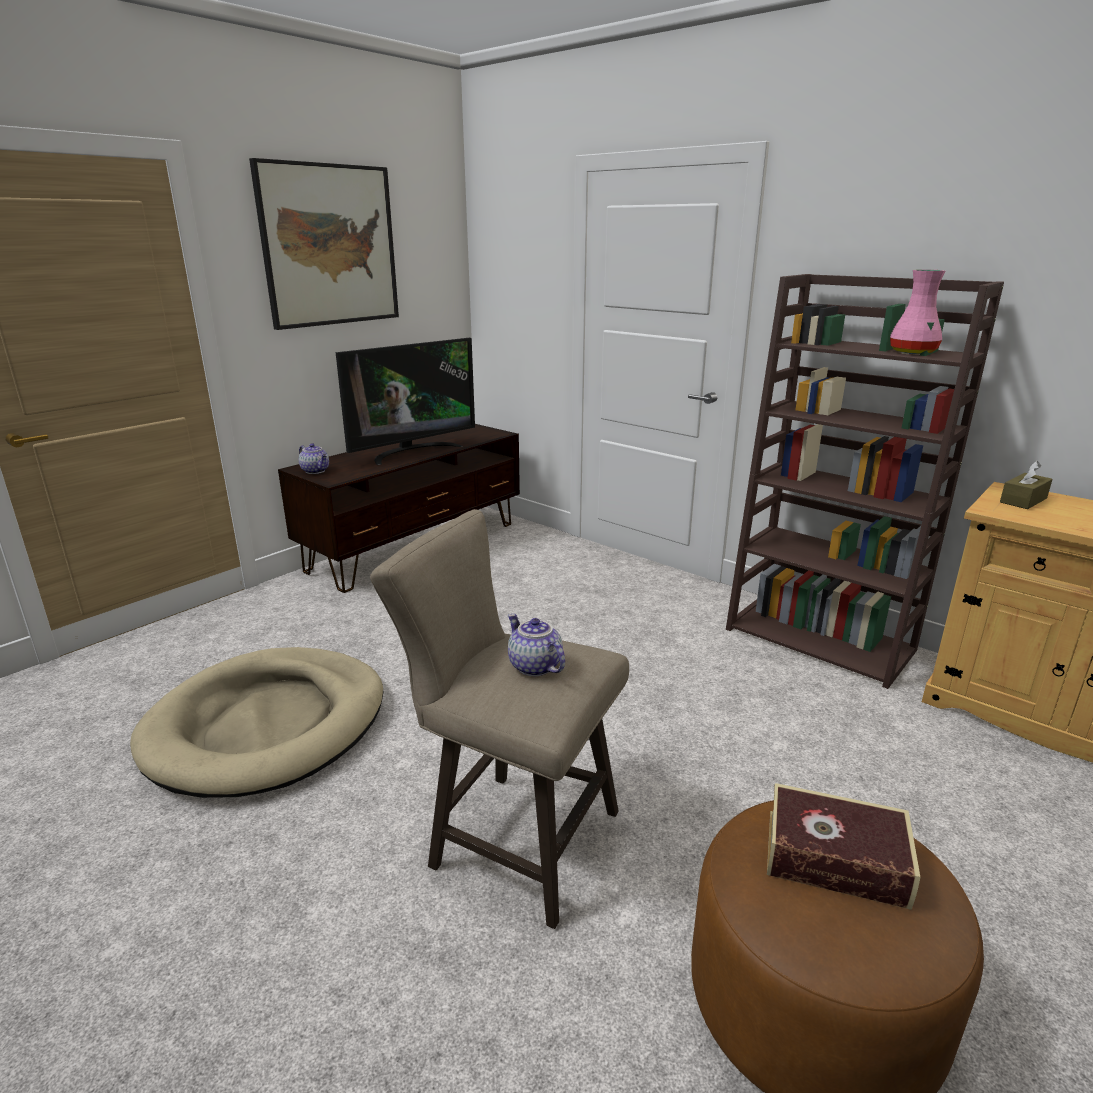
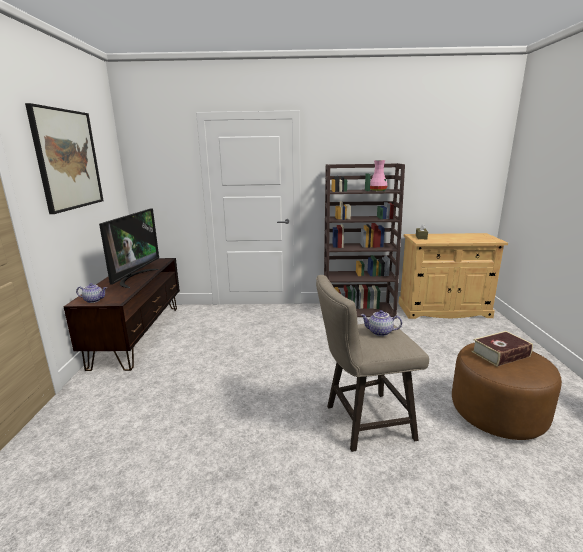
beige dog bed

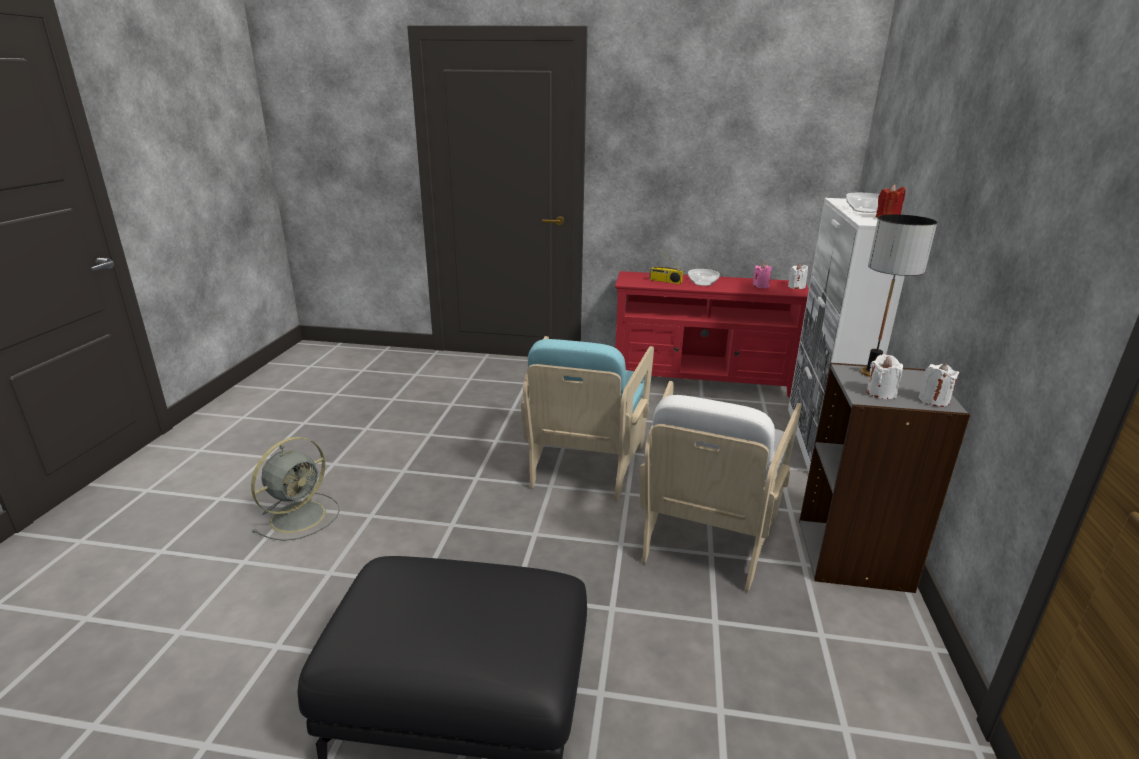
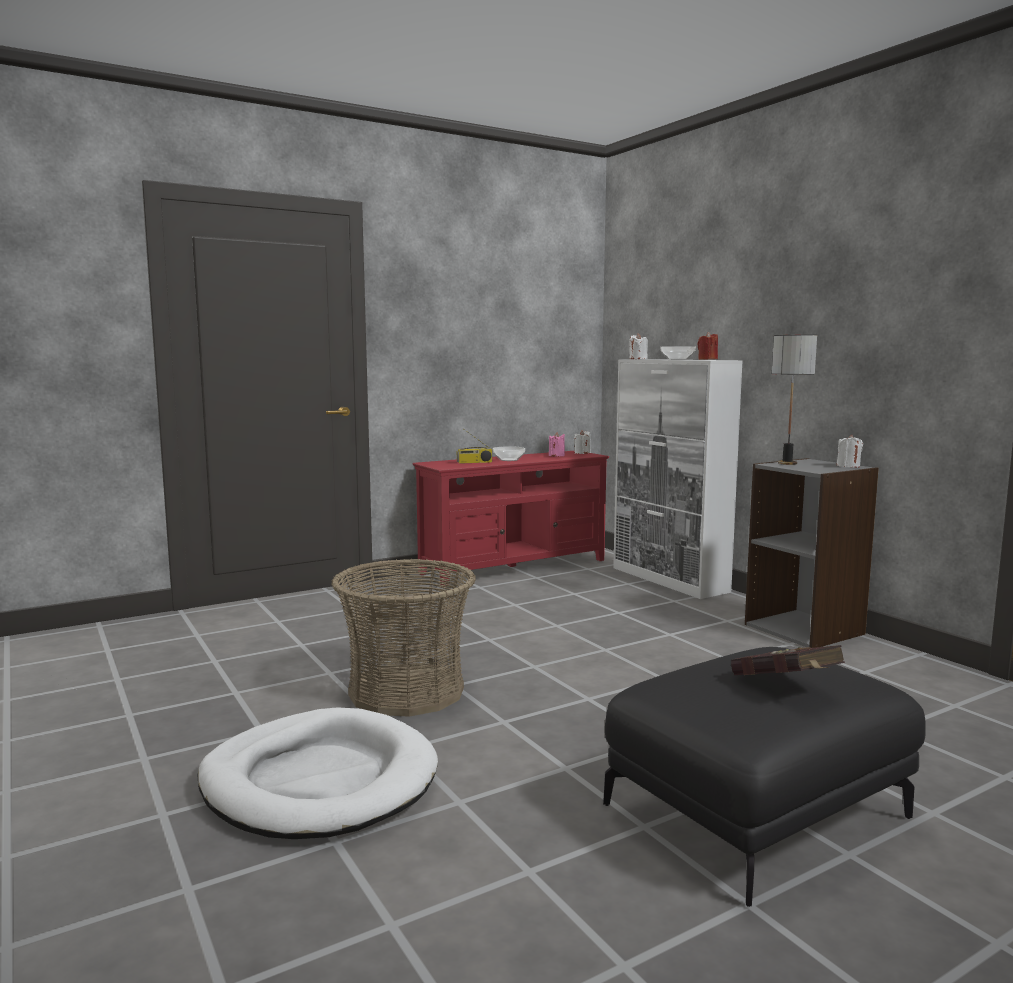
turquoise armchair; white armchair; basket; red book; white candle (2nd from left); white dog bed

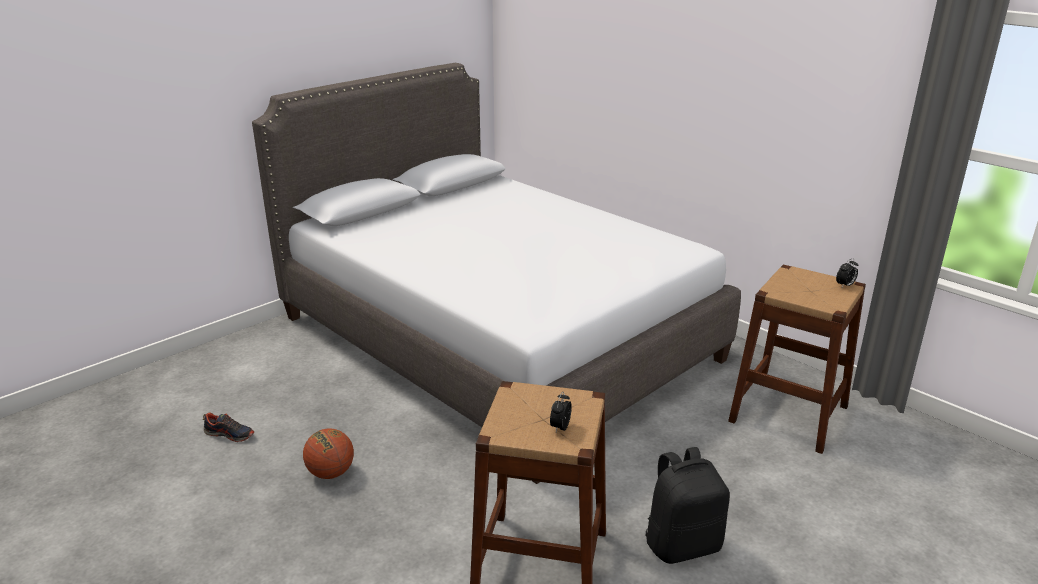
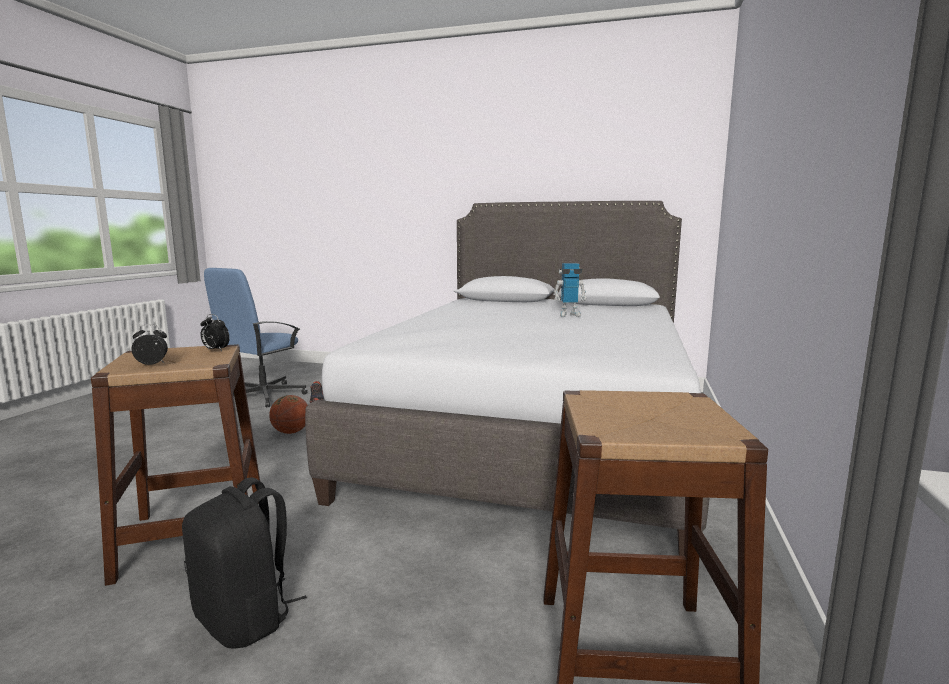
blue office chair; toy robot; alarm clock (2nd from left)

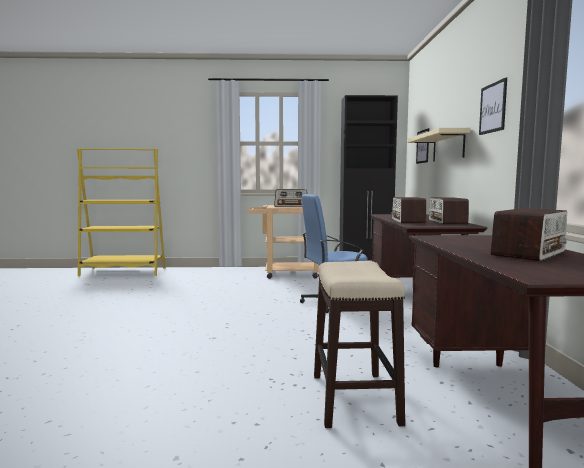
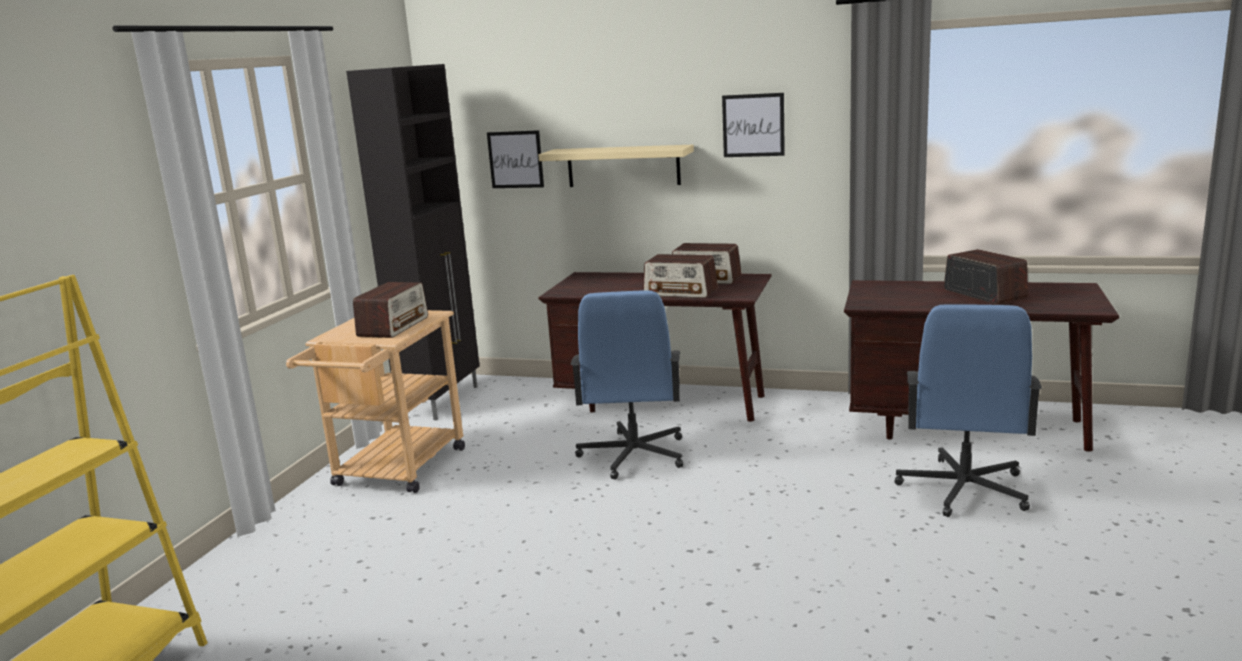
blue office chair (2nd from left)

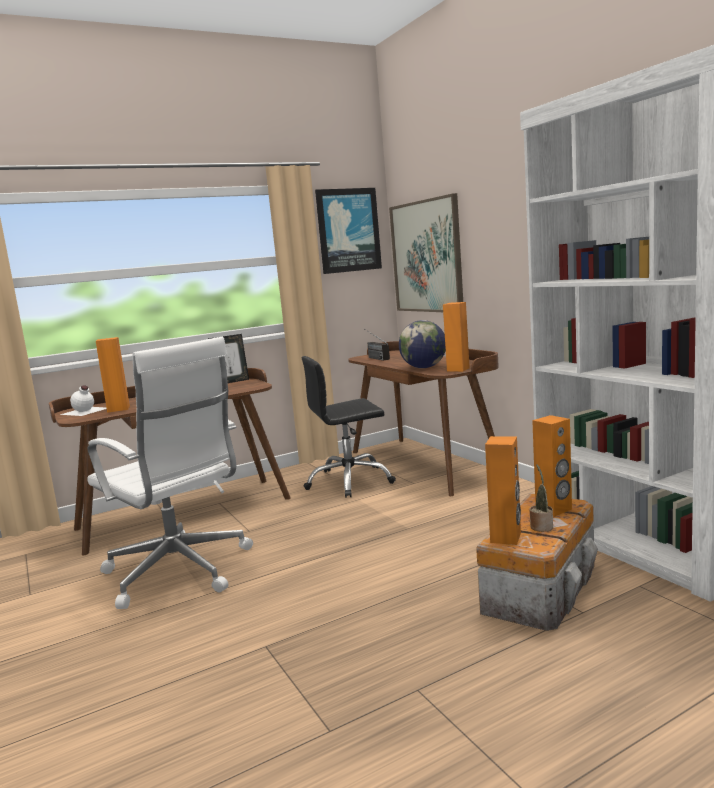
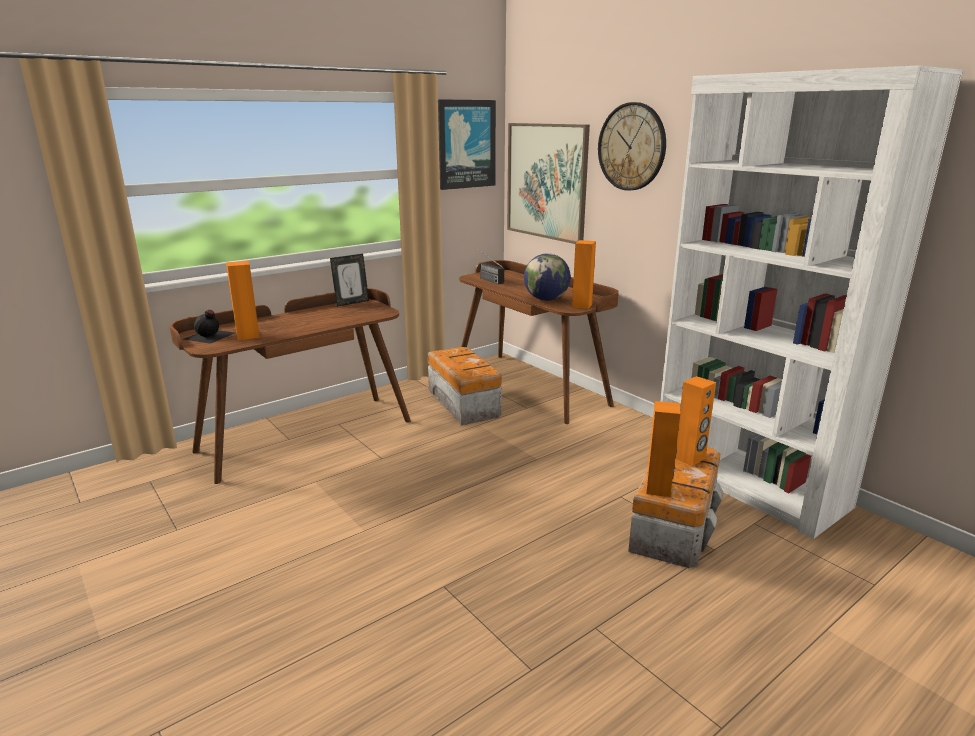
white office chair; potted plant; wall clock; storage box (1st from left); black bottle

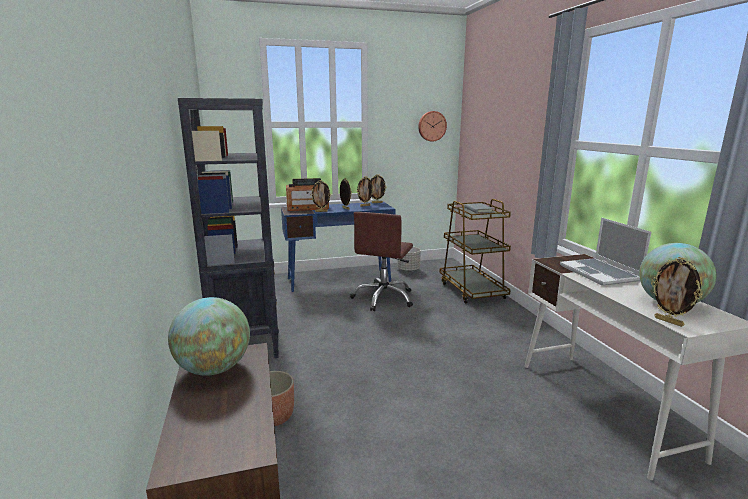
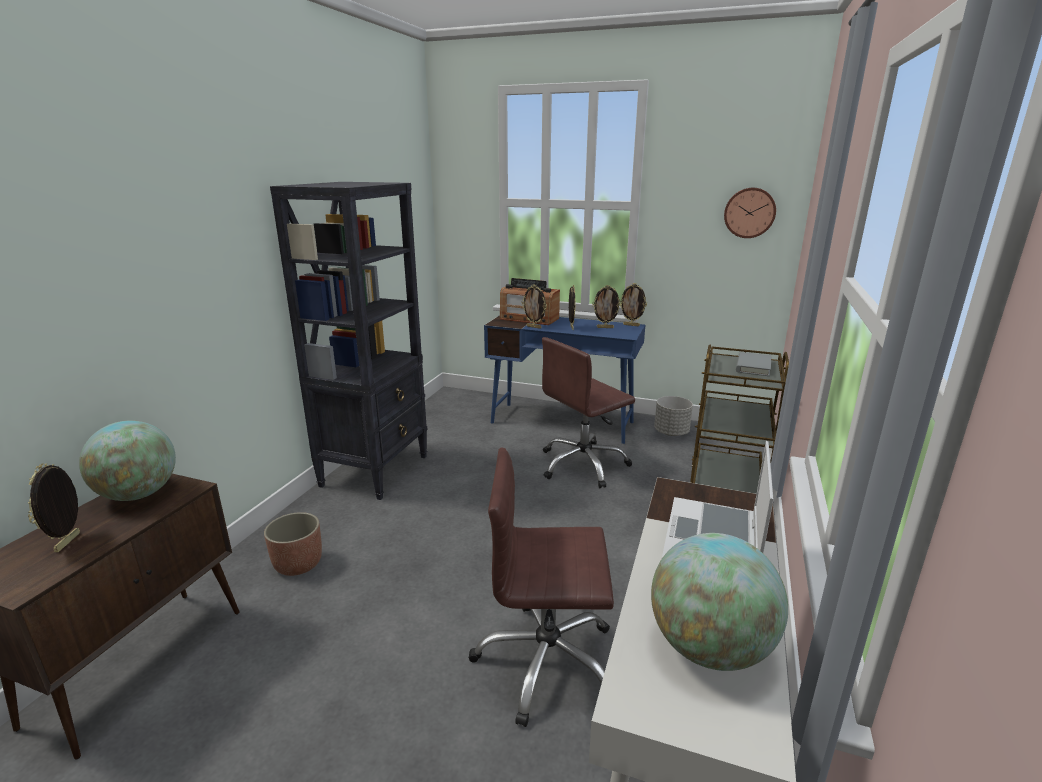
brown office chair (1st from left); picture frame (1st from left)

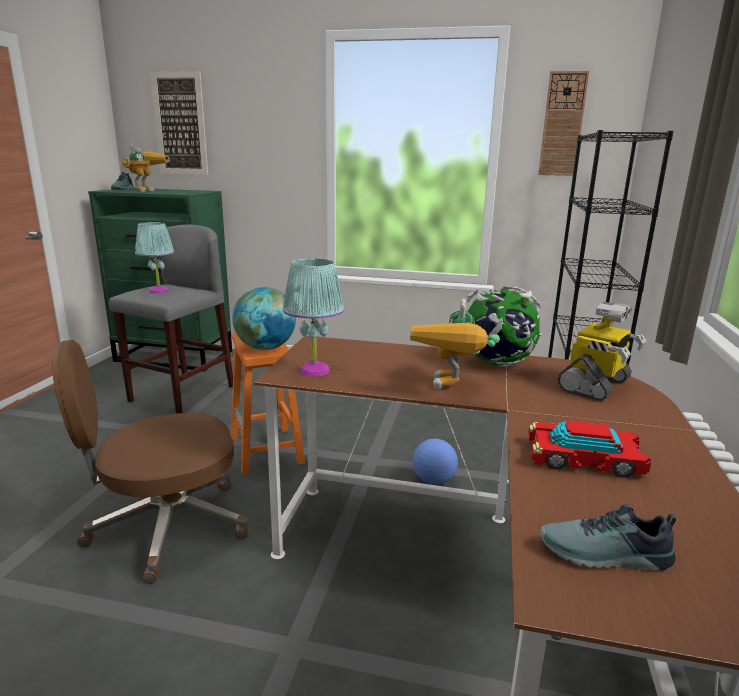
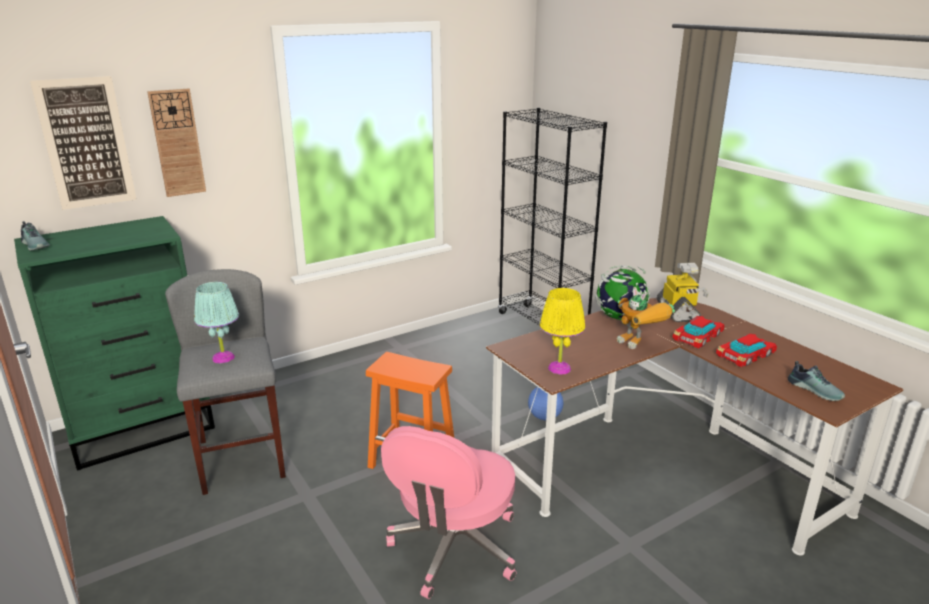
toy robot (1st from left in the first image); globe (1st from left in the first image); toy car (1st from left); wall clock; pink office chair; yellow table lamp; shoe (2nd from left)

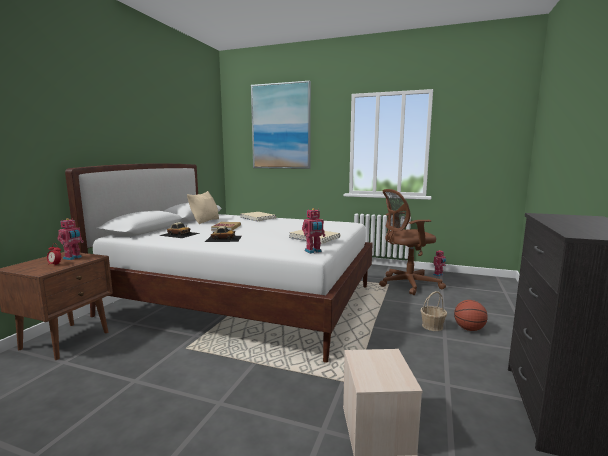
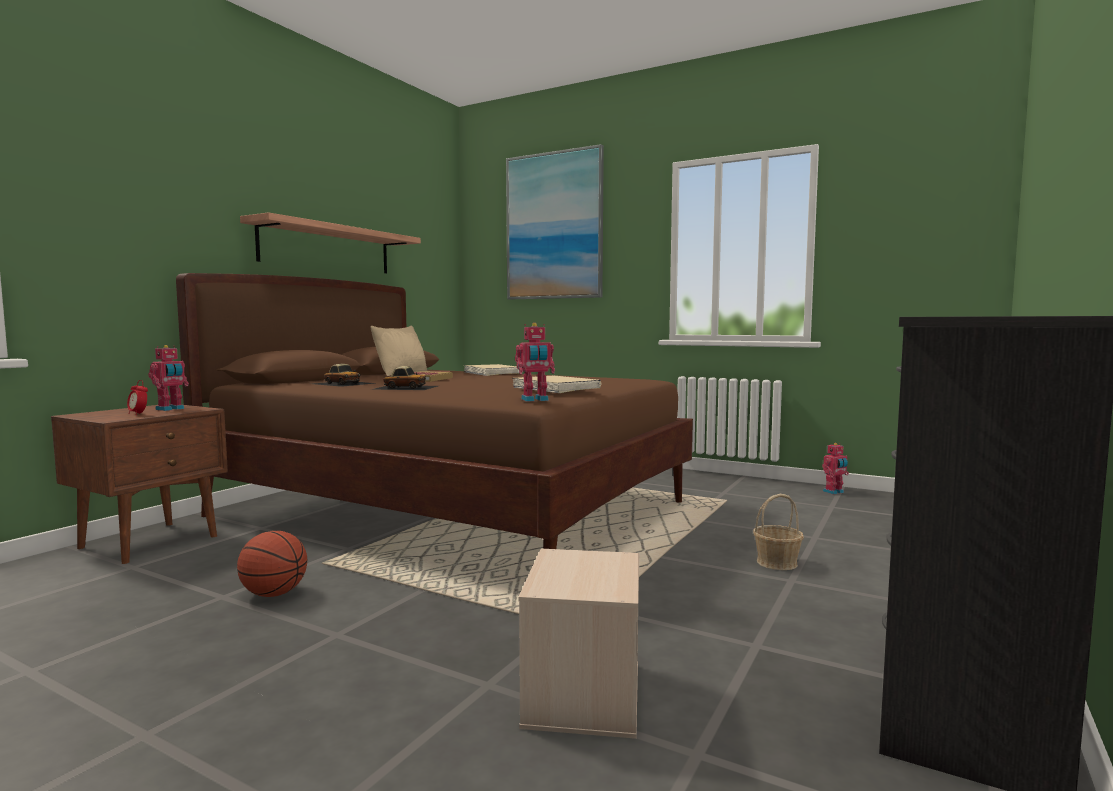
brown office chair; shelf; basketball; brown bed

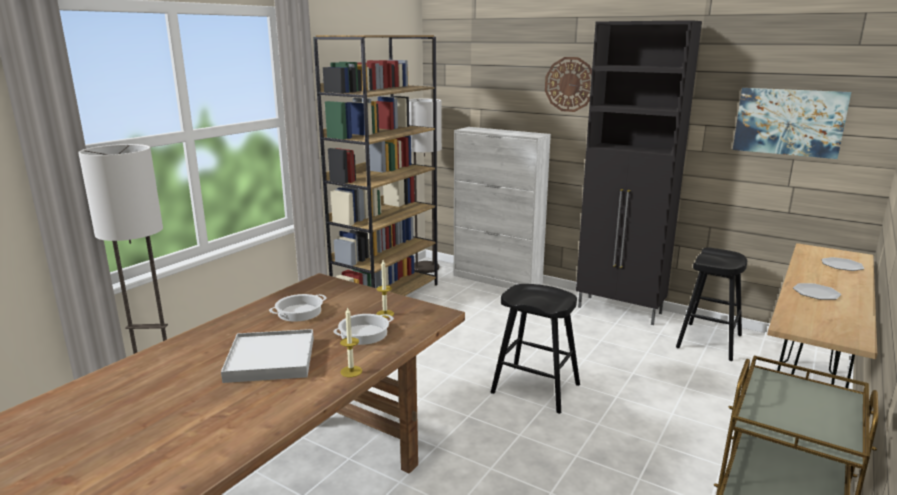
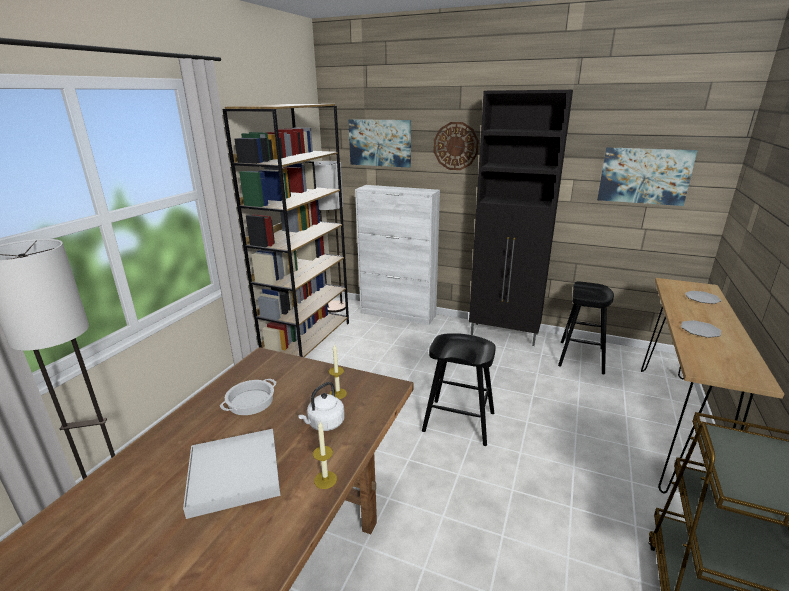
picture (1st from left); white kettle

